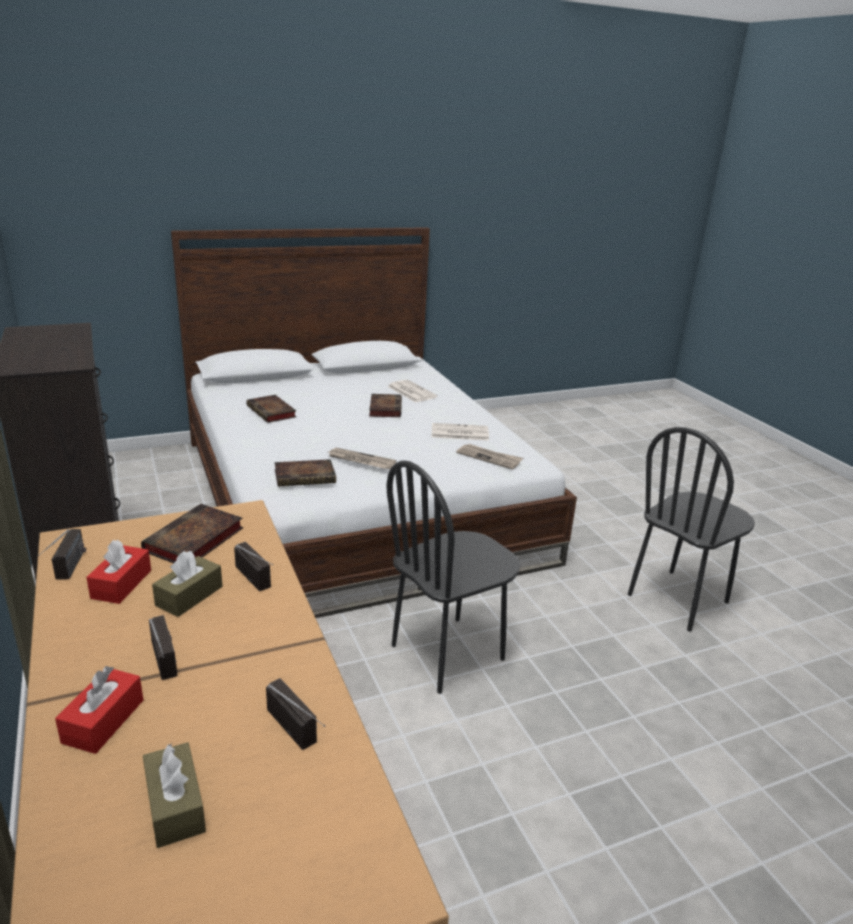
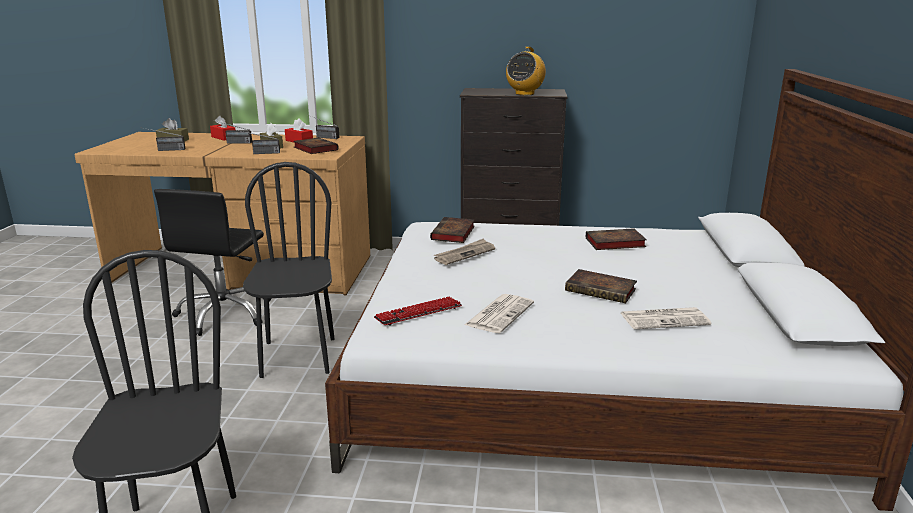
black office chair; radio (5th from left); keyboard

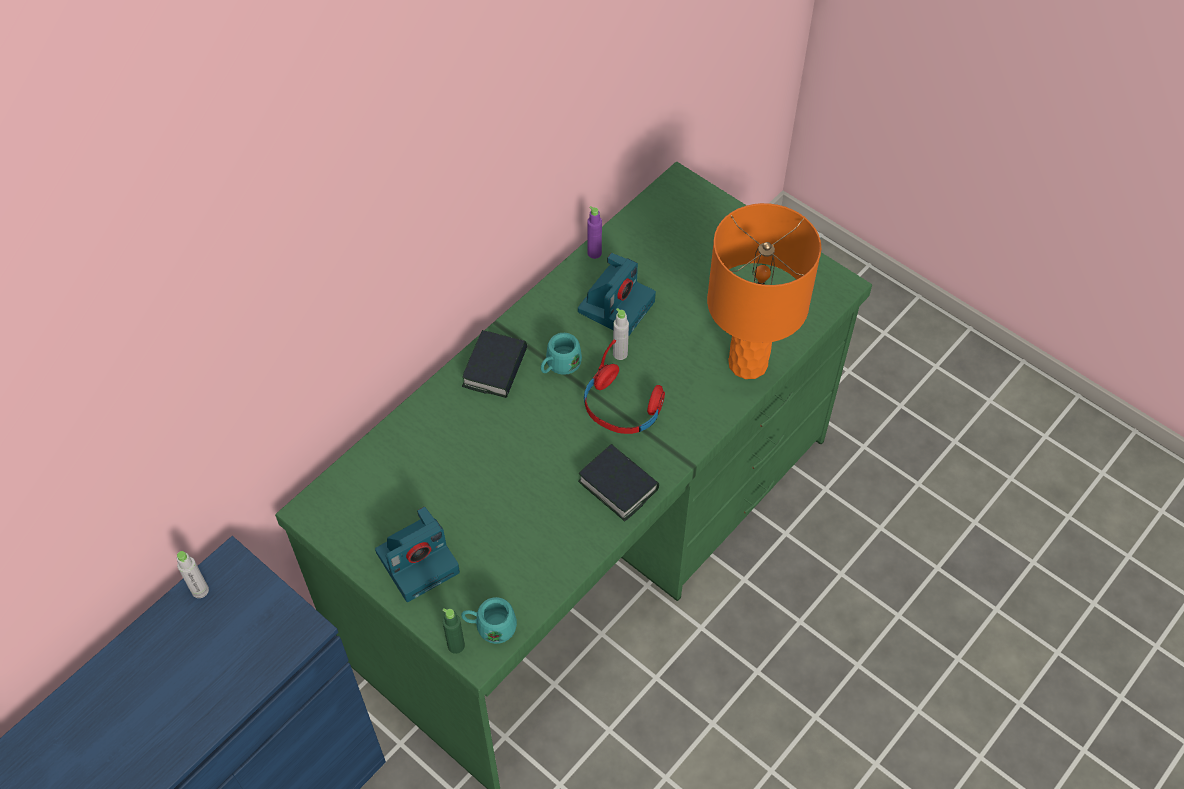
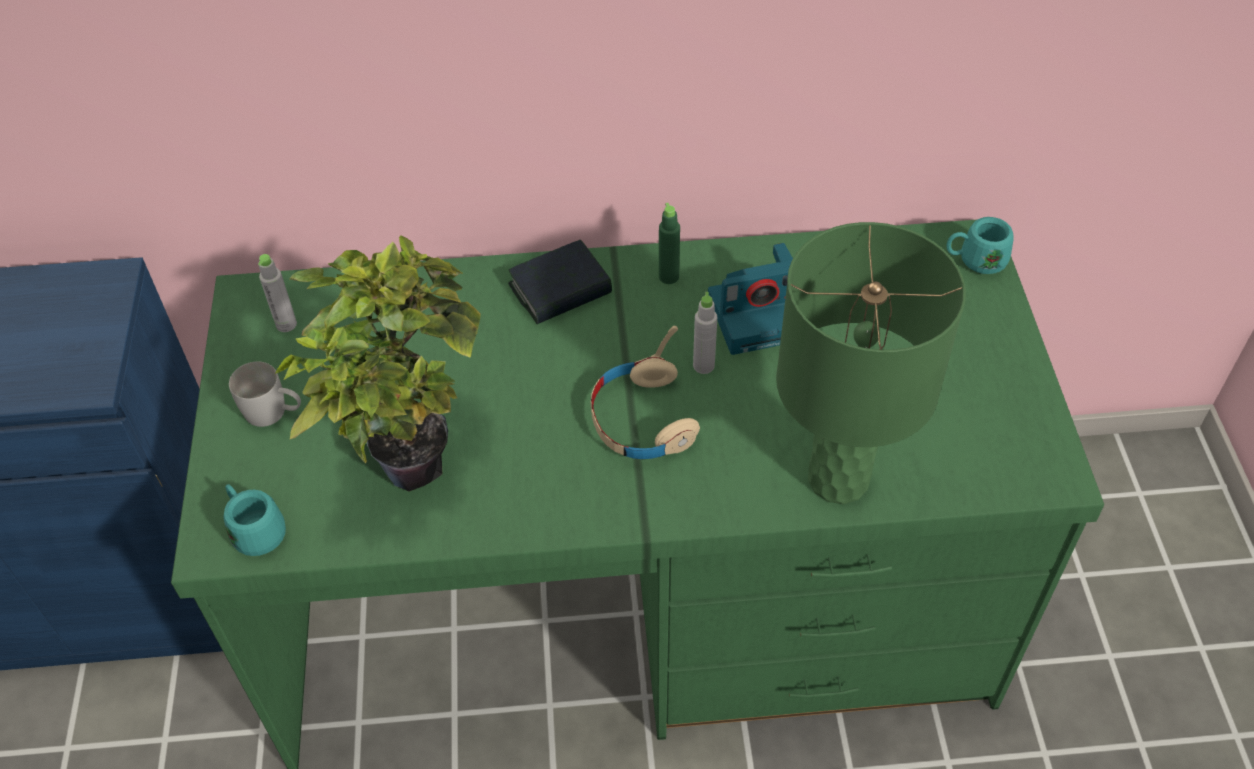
book (2nd from left in the first image); purple bottle; potted plant; grey bottle (1st from left); green bottle; turquoise mug (2nd from left); white mug; beige headphones; green table lamp

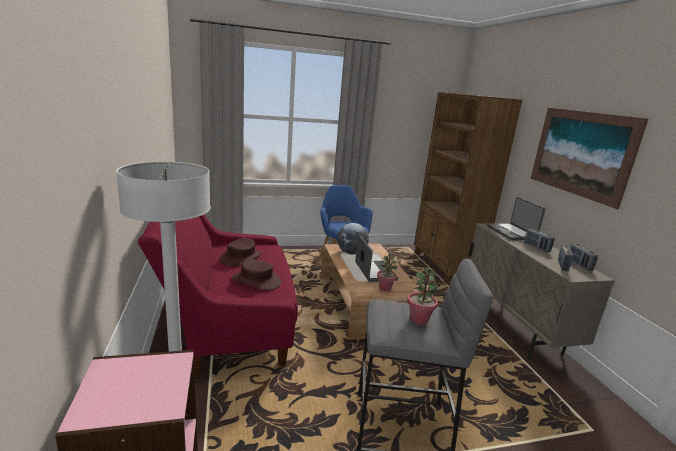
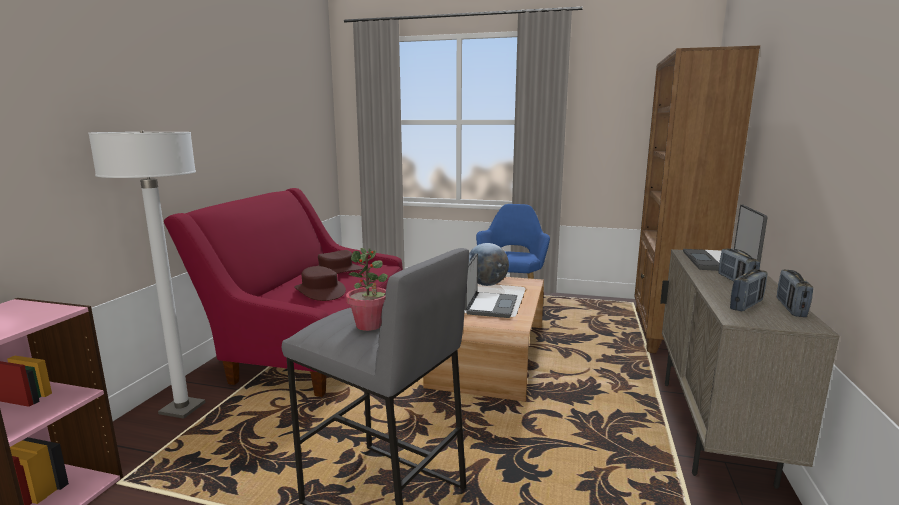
potted plant (1st from left in the first image); picture

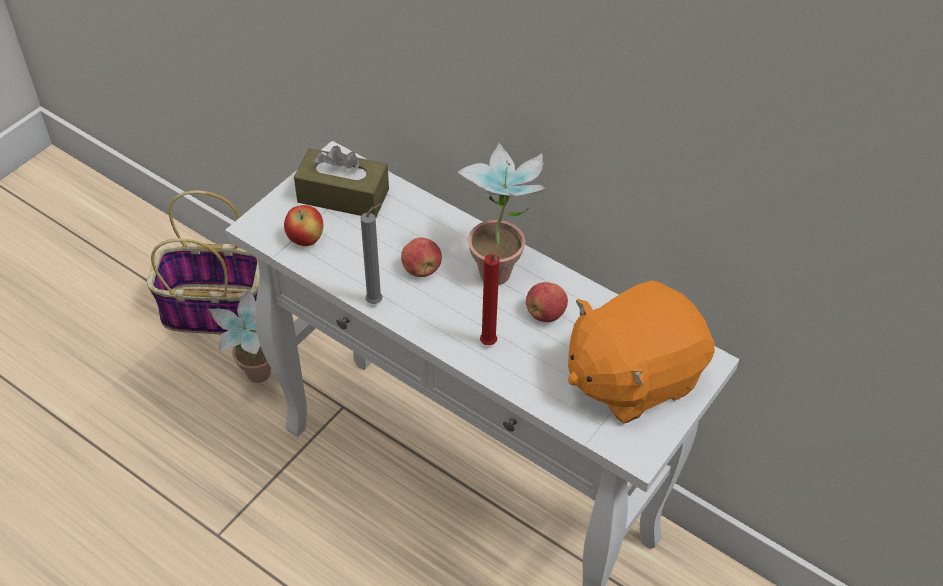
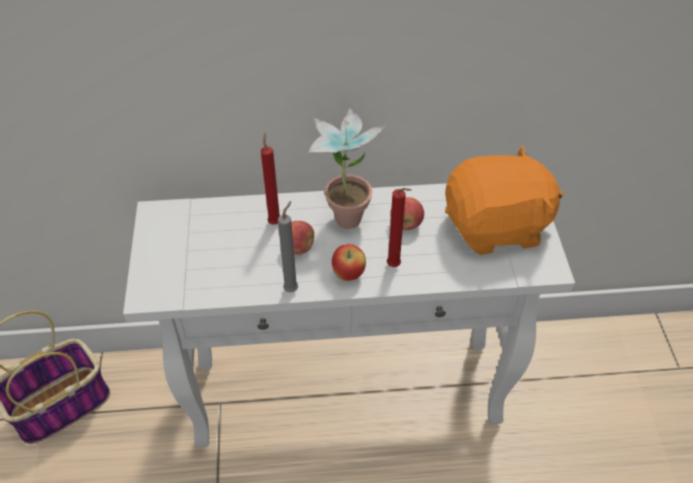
potted plant (1st from left in the first image); brown tissue box; red candle (1st from left); apple (2nd from left); orange plush toy

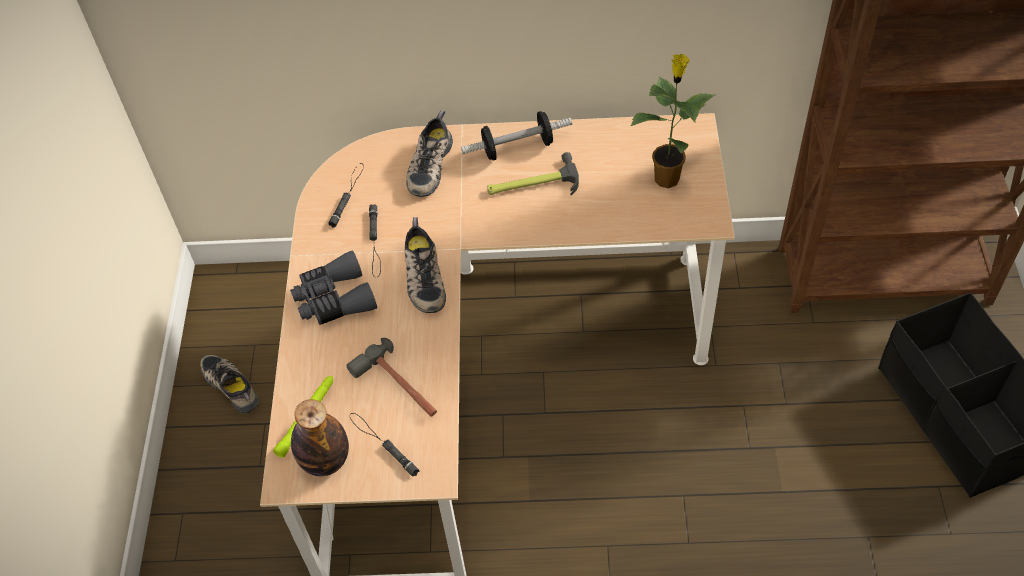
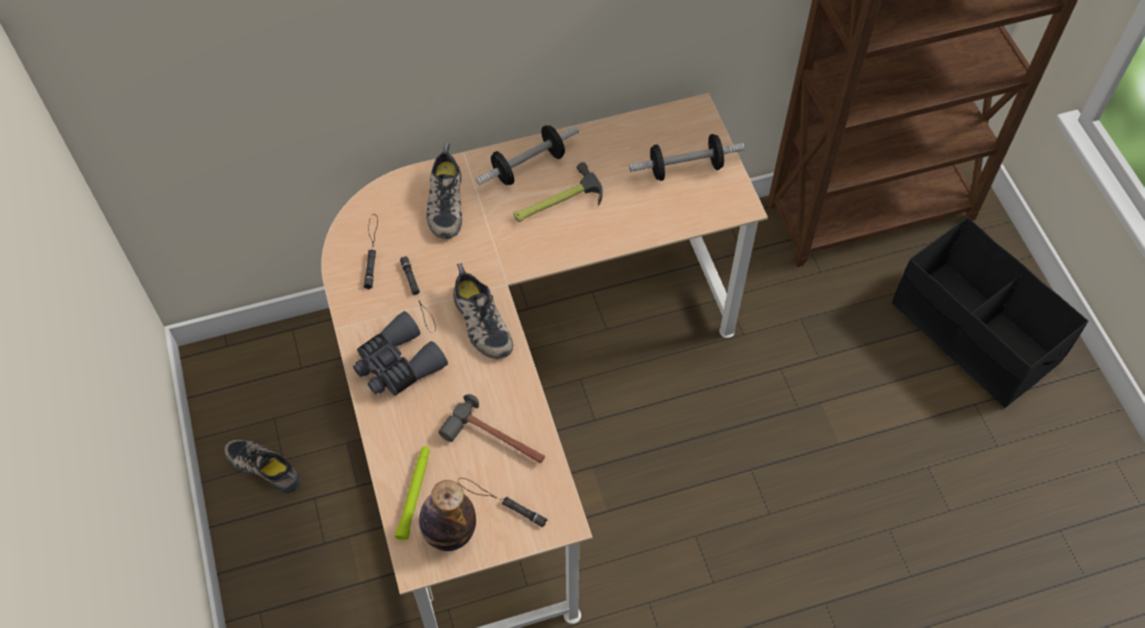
dumbbell (2nd from left)

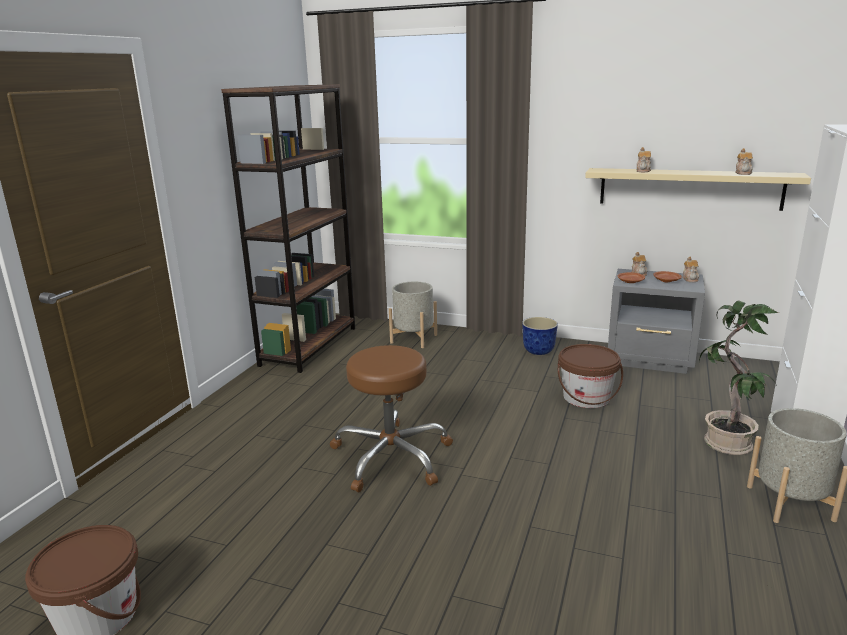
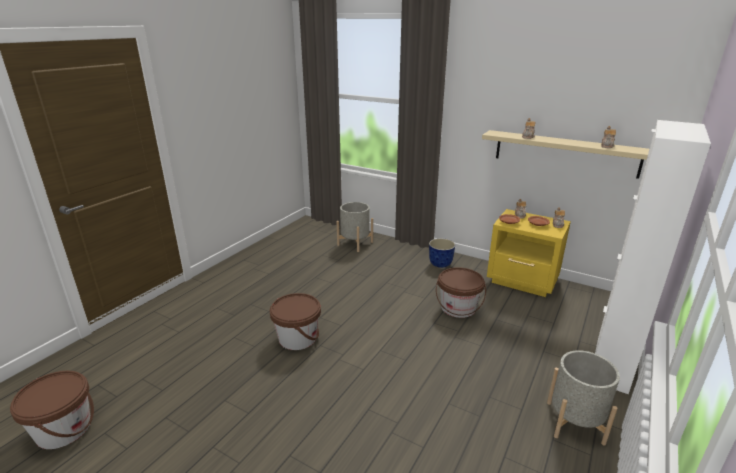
brown bookcase; potted plant; brown bucket (2nd from left); yellow nightstand

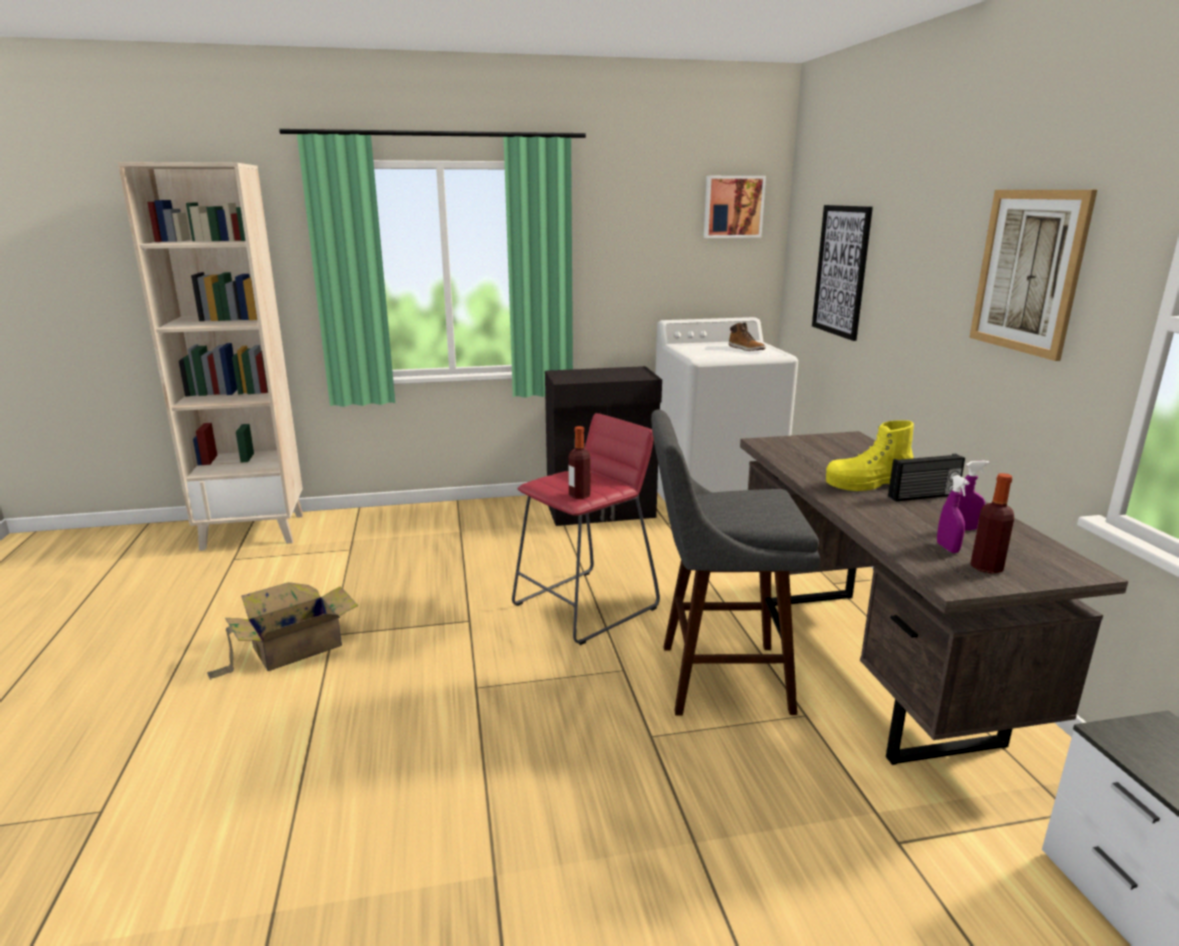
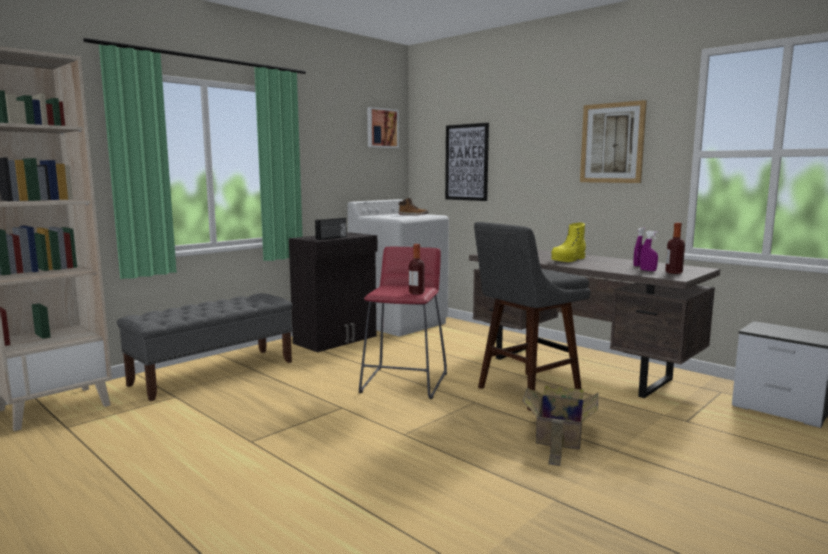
grey bench; cardboard box; radio

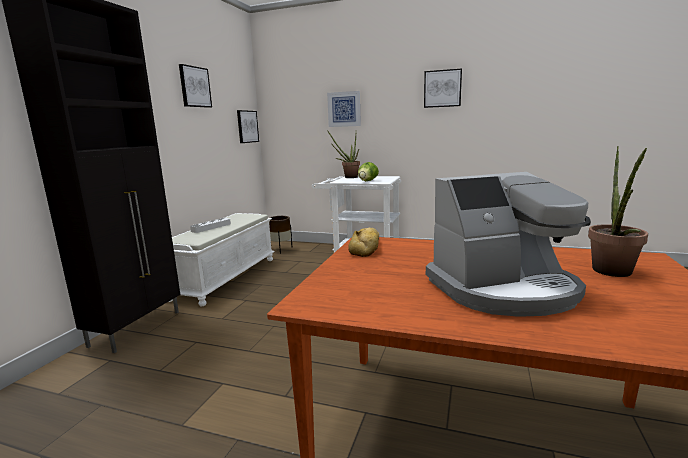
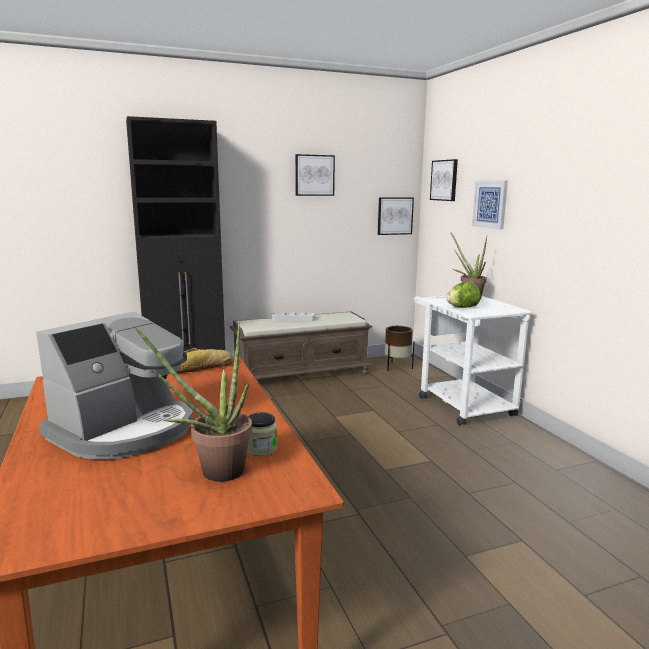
jar; picture (3rd from left); brown bench; coffee machine

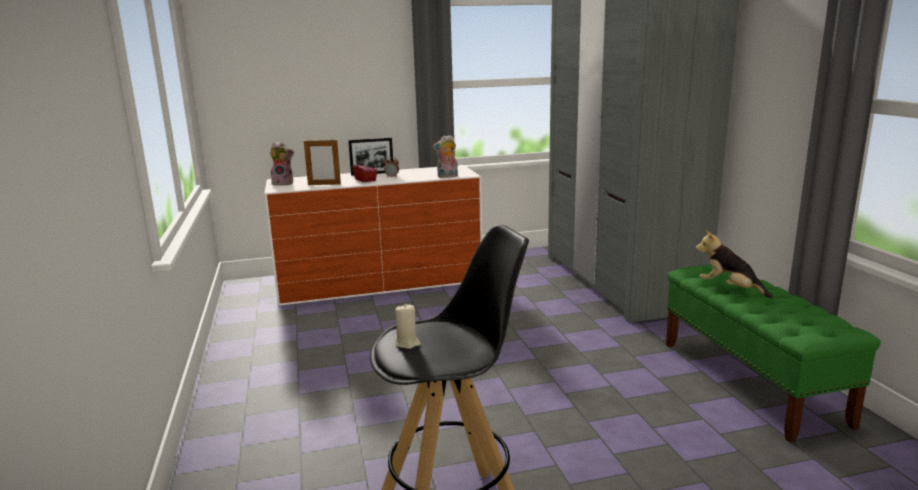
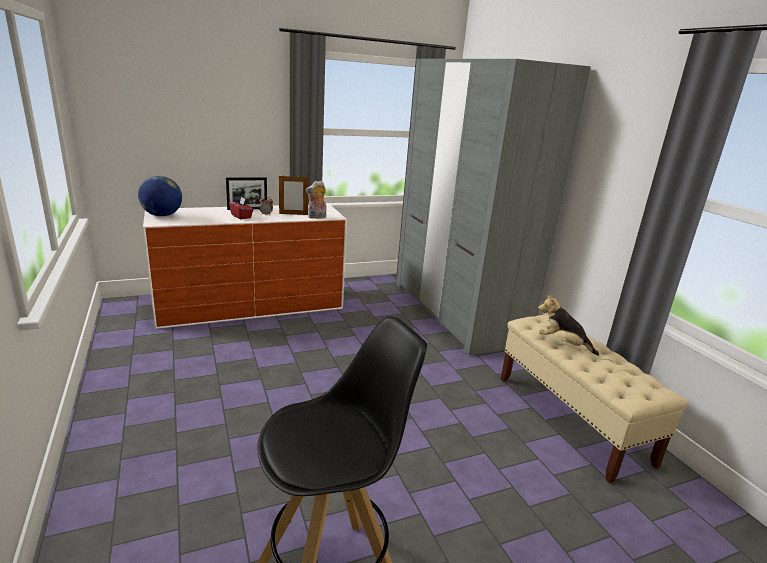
beige candle; picture frame (2nd from left); globe; beige bench

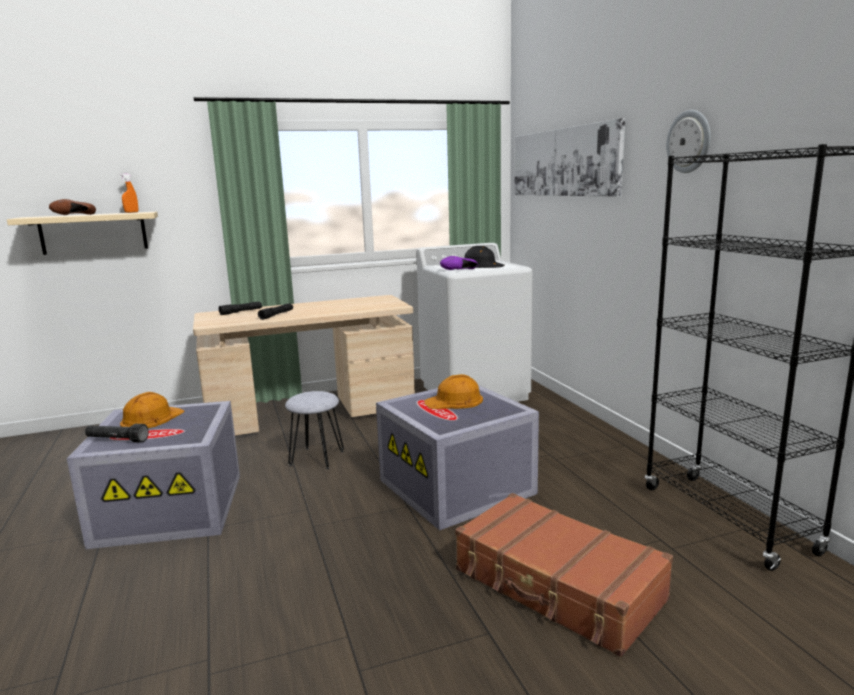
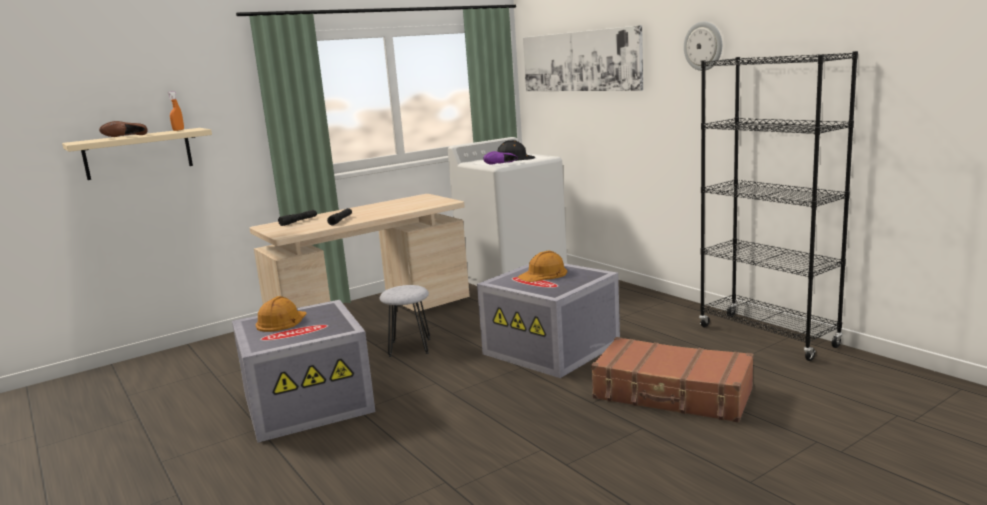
black flashlight (1st from left in the first image)

